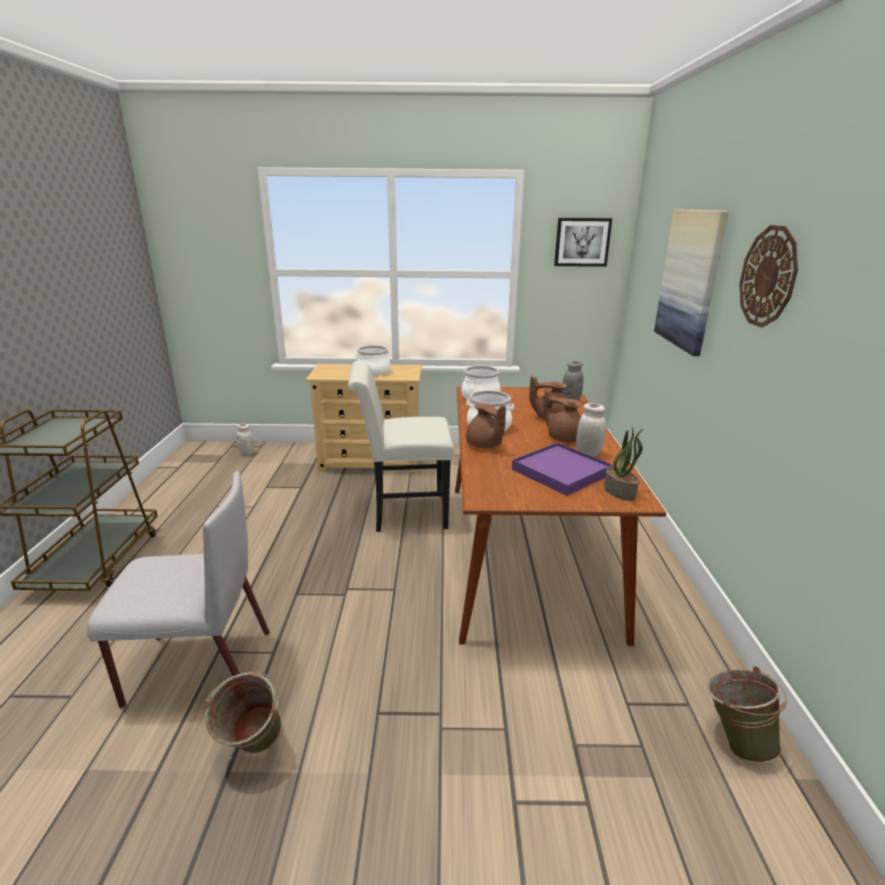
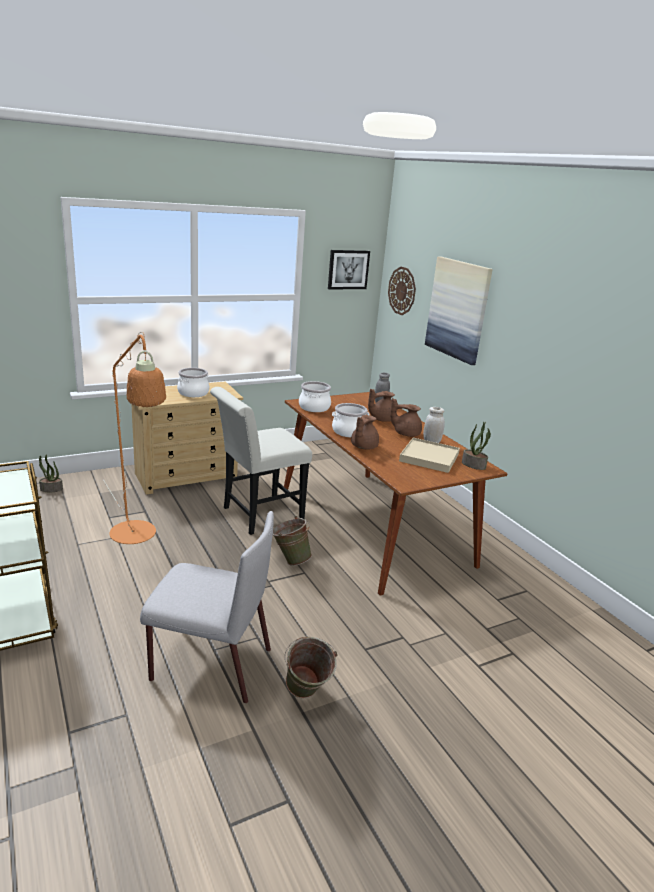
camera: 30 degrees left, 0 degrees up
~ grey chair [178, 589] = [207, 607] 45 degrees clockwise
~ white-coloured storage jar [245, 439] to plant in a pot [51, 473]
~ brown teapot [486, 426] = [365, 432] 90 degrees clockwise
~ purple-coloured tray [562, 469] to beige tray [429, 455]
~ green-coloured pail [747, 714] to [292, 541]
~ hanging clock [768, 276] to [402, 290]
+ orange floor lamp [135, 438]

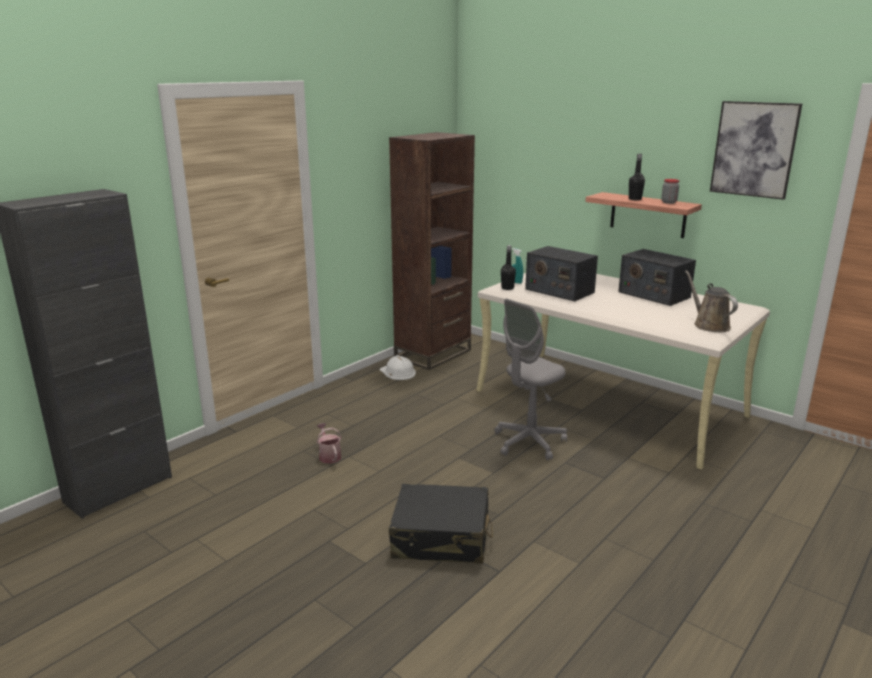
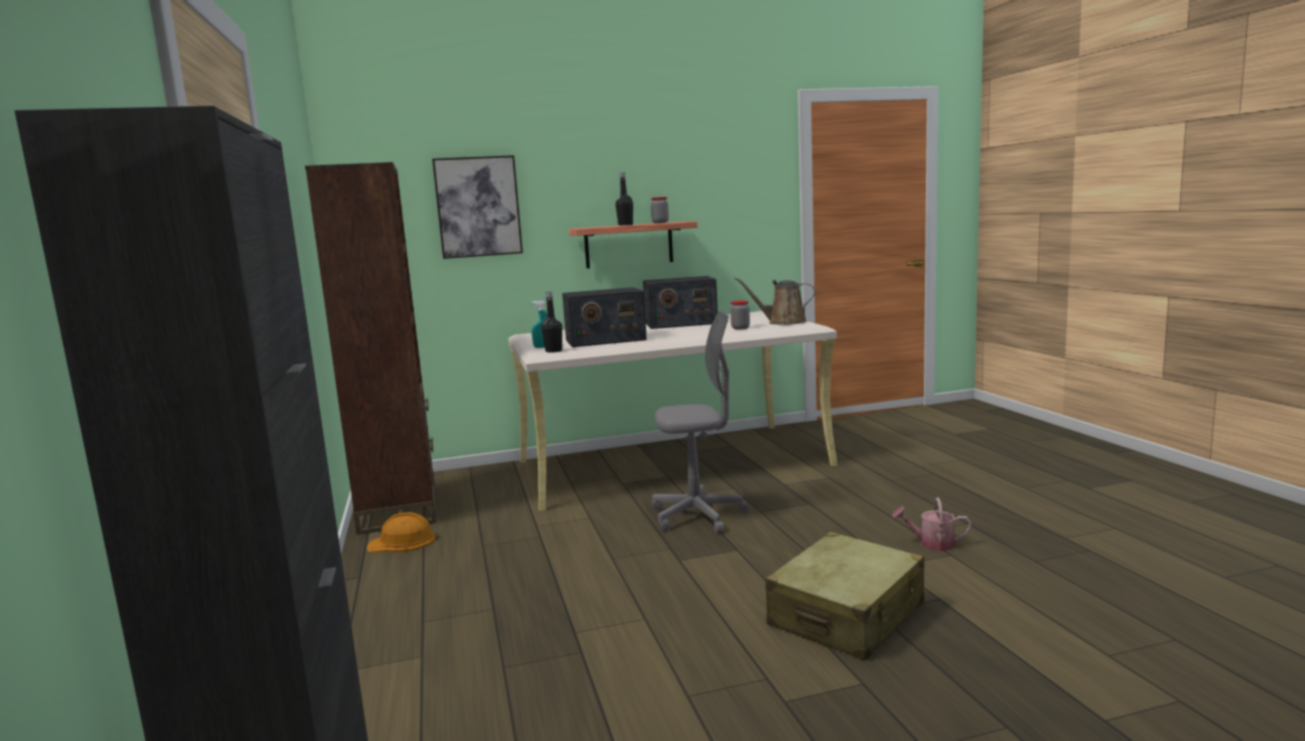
camera: 55 degrees left, 10 degrees down
~ watering pot [329, 443] to [932, 524]
~ white-coloured safety helmet [398, 367] to orange safety helmet [401, 532]
~ black-coloured suitcase [441, 524] to beige suitcase [844, 596]
~ grey desk chair [530, 379] = [700, 422] 90 degrees counterclockwise
~ picture [756, 150] to [477, 207]
+ storage jar [740, 315]

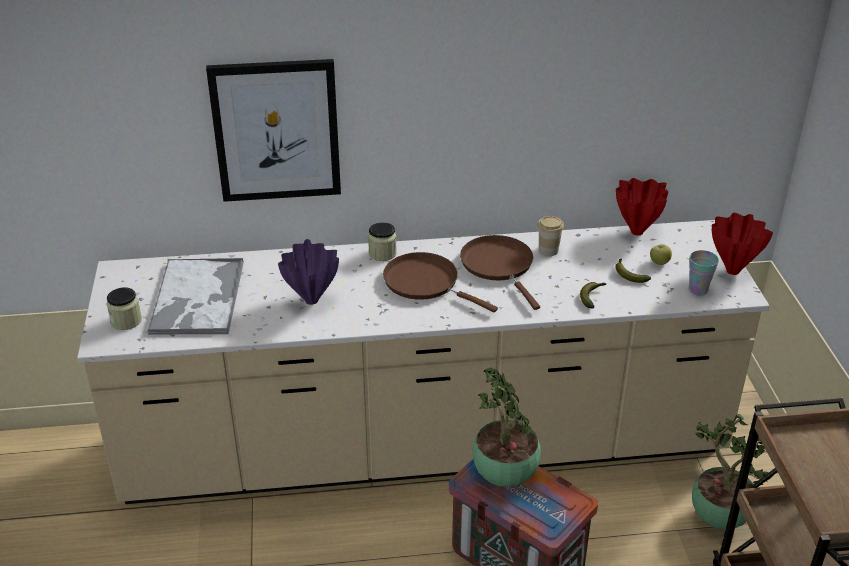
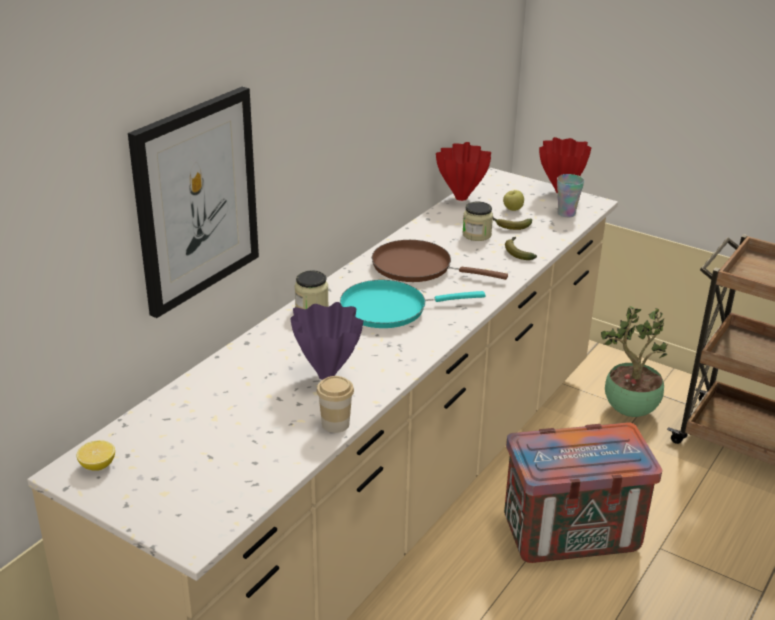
camera: 50 degrees left, 5 degrees down
~ storage jar [124, 308] to [477, 221]
- tray [195, 296]
~ brown frying pan [440, 282] to turquoise frying pan [412, 304]
- plant in a pot [506, 427]
~ cup [550, 236] to [335, 404]
+ whole lemon [96, 455]

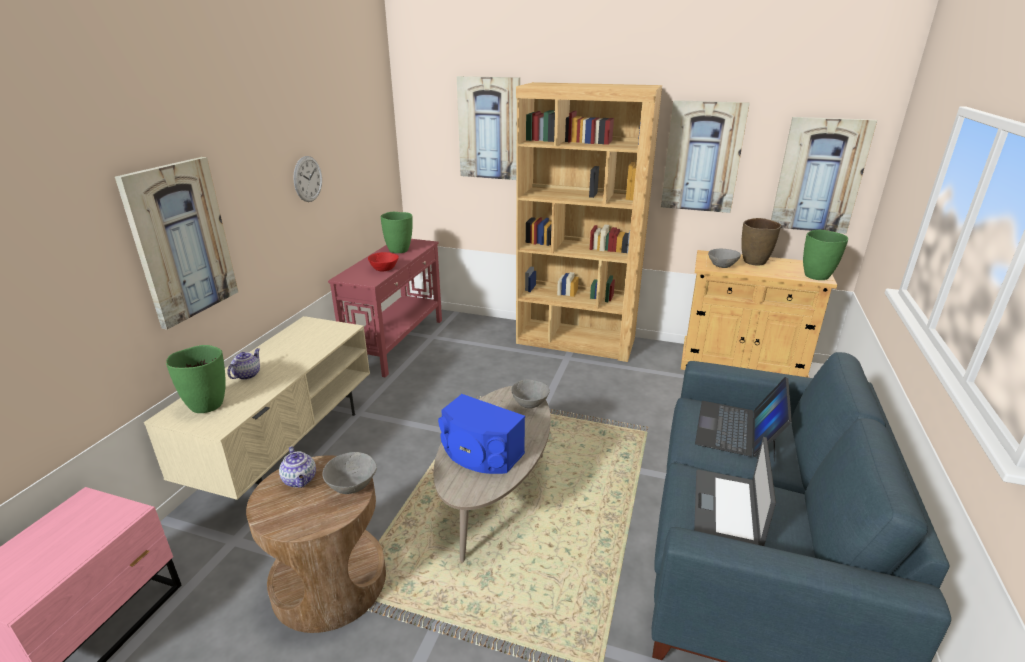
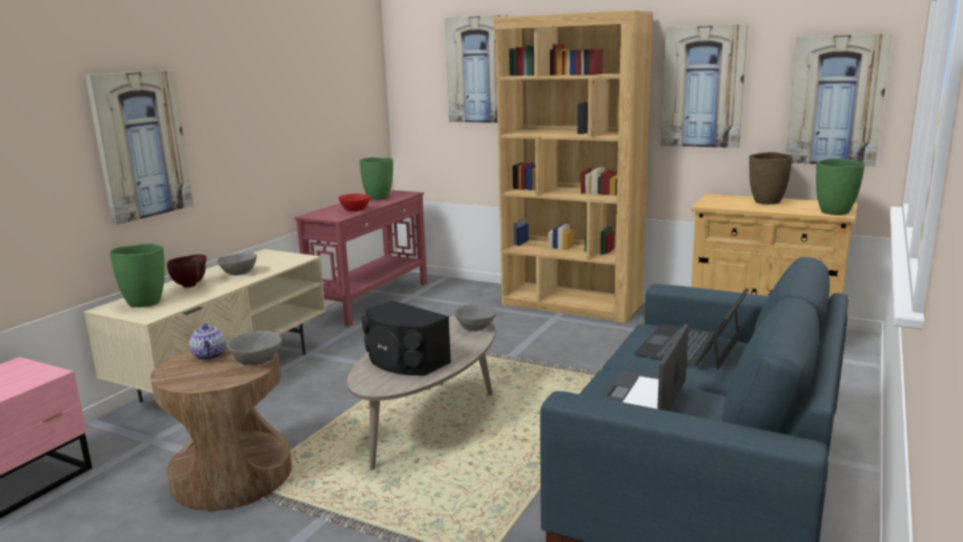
camera: 10 degrees right, 10 degrees down
~ teapot [243, 364] to brown bowl [187, 271]
- hanging clock [307, 179]
~ blue-coloured audio speaker [481, 434] to black-coloured audio speaker [406, 338]
~ grey bowl [724, 258] to [237, 264]

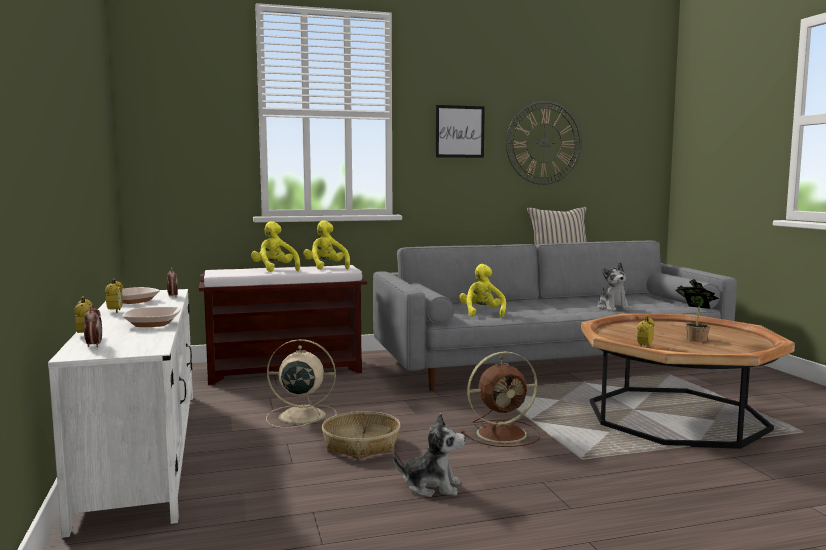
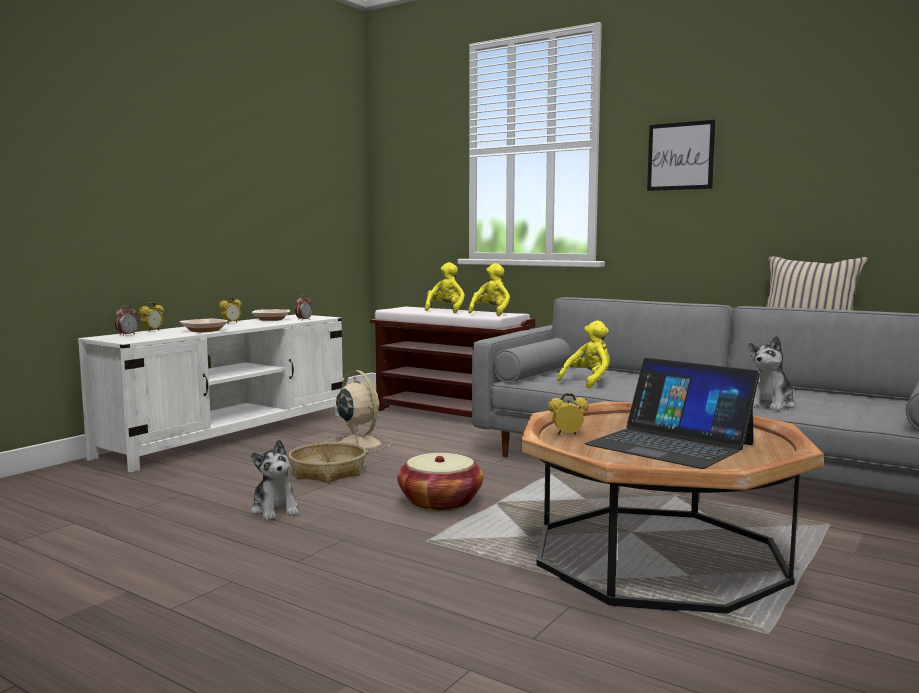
camera: 50 degrees right, 0 degrees up
~ brown cooling fan [500, 399] to basket [440, 482]
- hanging clock [543, 143]
~ plant in a pot [697, 310] to notebook computer [672, 413]

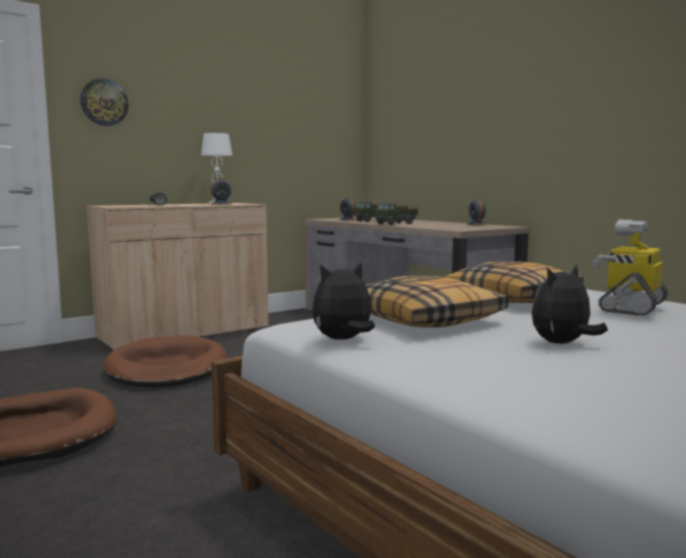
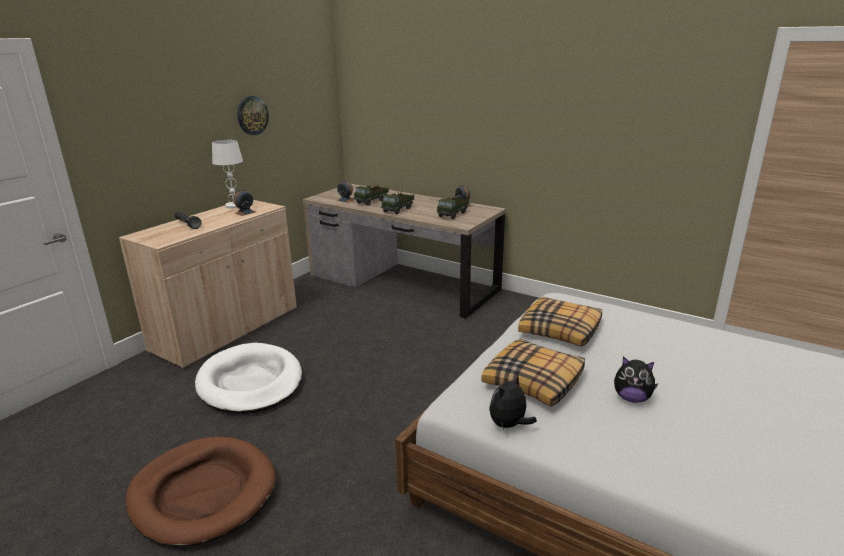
camera: 20 degrees left, 15 degrees up
~ hanging clock [104, 102] to [253, 115]
~ brown dog cushion [165, 361] to white-coloured dog cushion [248, 378]
~ plush toy [570, 304] = [636, 380] 105 degrees counterclockwise
- model robot [630, 267]
+ toy lorry [453, 207]

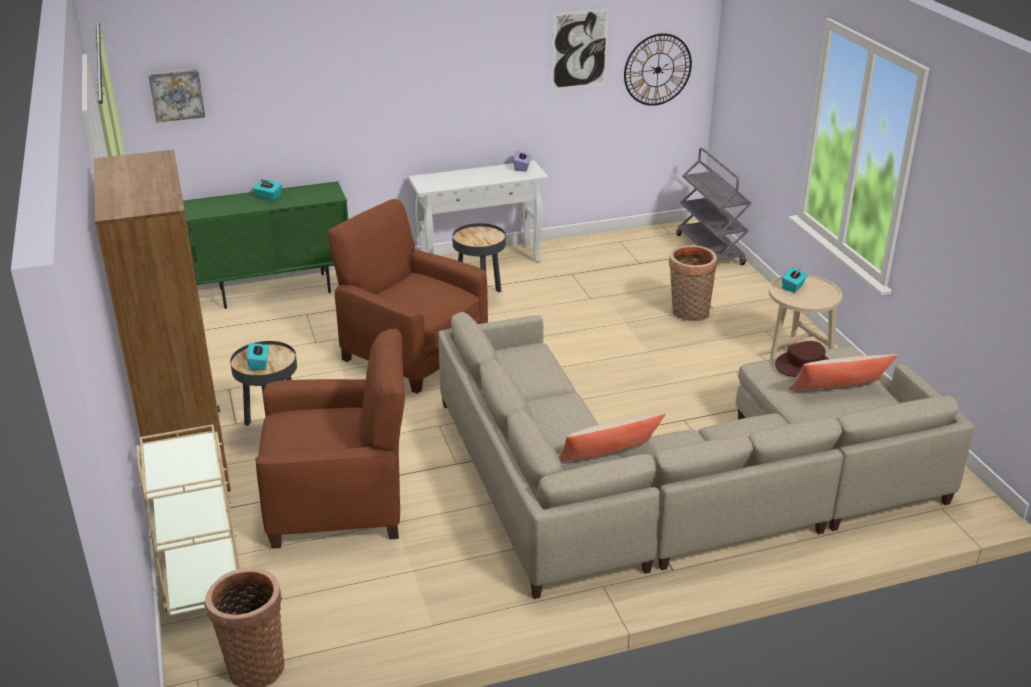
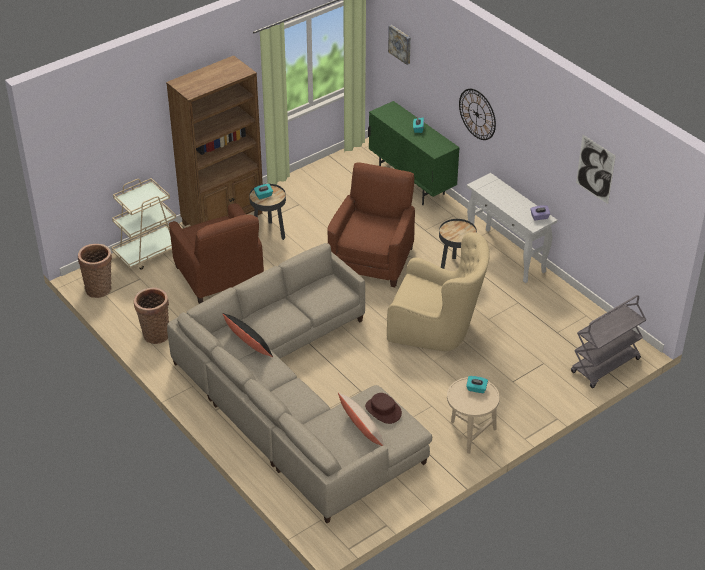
camera: 70 degrees right, 10 degrees up
~ beige cushion [612, 437] to black-coloured cushion [247, 335]
~ hanging clock [658, 69] to [477, 114]
~ basket [693, 283] to [151, 315]
+ beige lounge chair [438, 291]

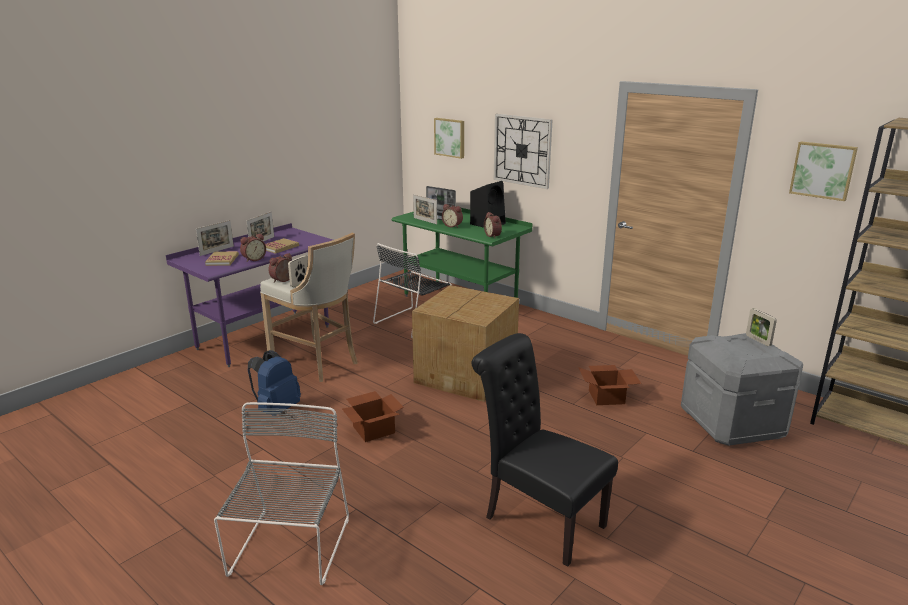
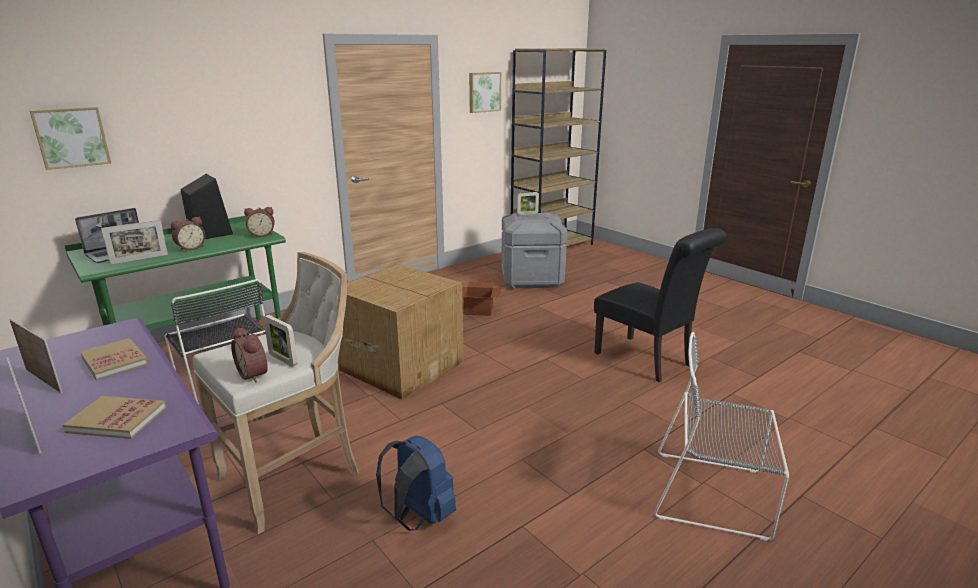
camera: 80 degrees left, 0 degrees up
- table clock [253, 248]
- packing box [373, 416]
~ black-coloured chair [545, 450] = [660, 305] 90 degrees counterclockwise
- hanging clock [523, 151]

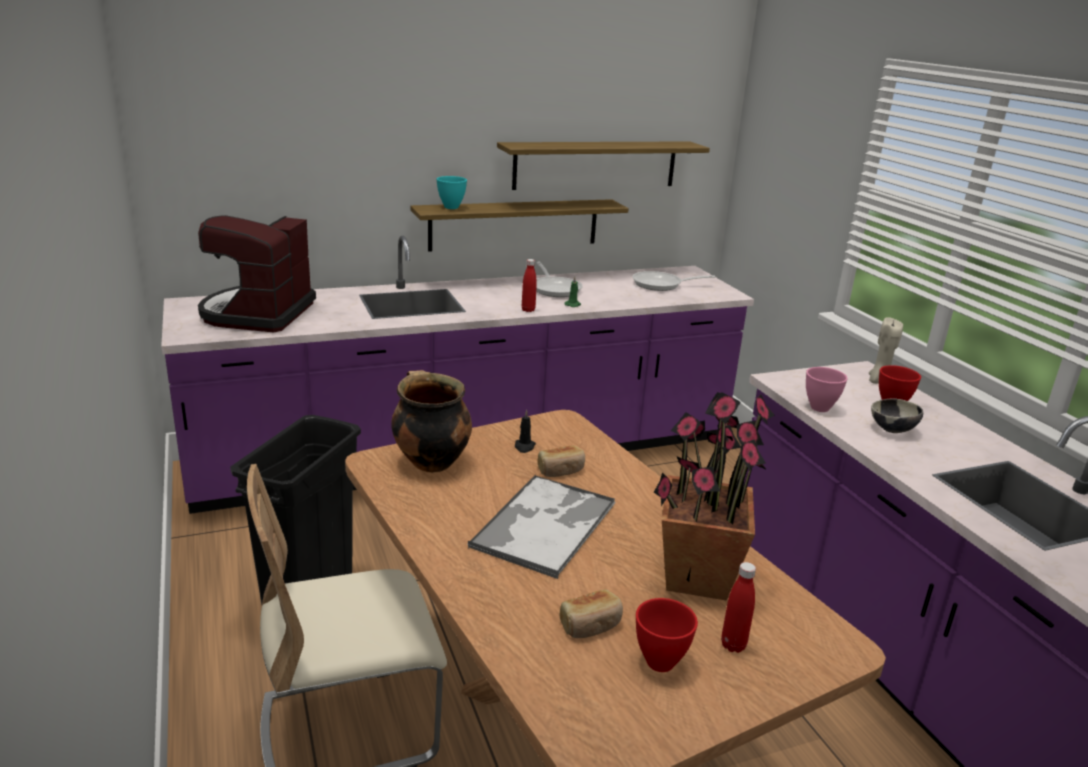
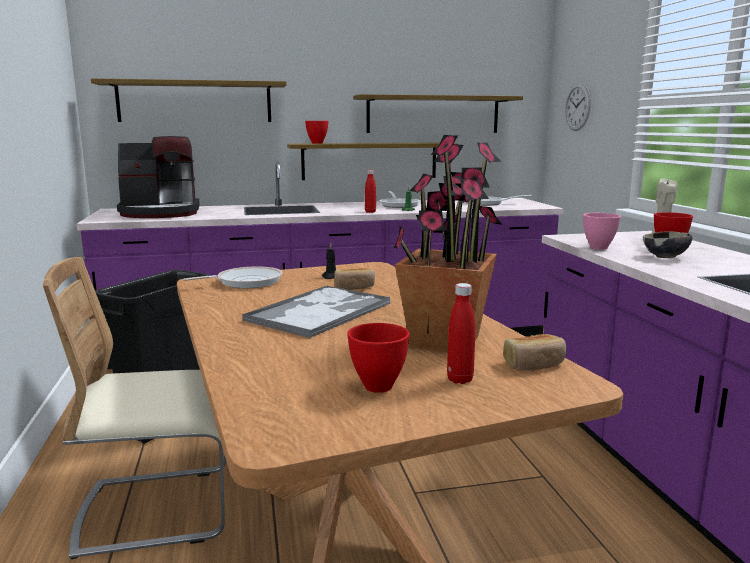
camera: 10 degrees right, 10 degrees down
~ coffee maker [257, 273] = [158, 177] 120 degrees counterclockwise
~ stockpot [431, 421] to frying pan [233, 277]
~ turquoise bowl [452, 192] to red-coloured bowl [316, 132]
~ baked bread [591, 613] to [534, 352]
+ bracket shelf [188, 100]
+ hanging clock [578, 107]

